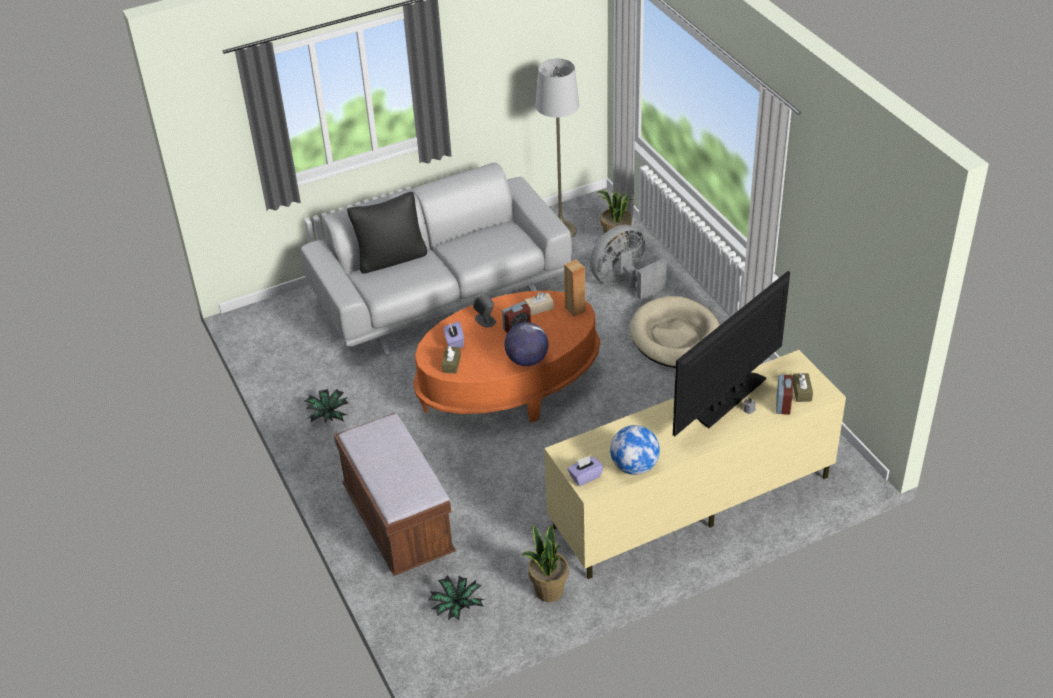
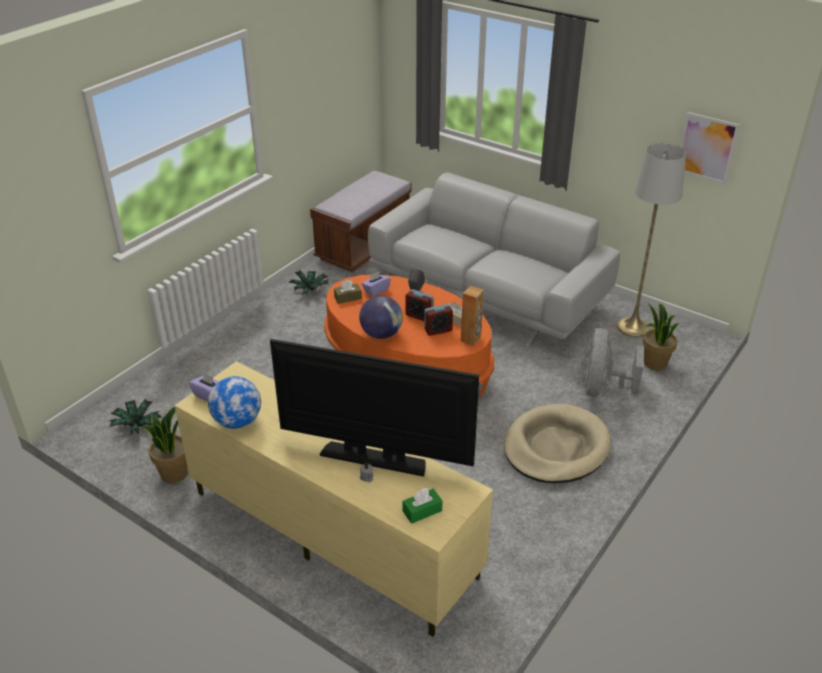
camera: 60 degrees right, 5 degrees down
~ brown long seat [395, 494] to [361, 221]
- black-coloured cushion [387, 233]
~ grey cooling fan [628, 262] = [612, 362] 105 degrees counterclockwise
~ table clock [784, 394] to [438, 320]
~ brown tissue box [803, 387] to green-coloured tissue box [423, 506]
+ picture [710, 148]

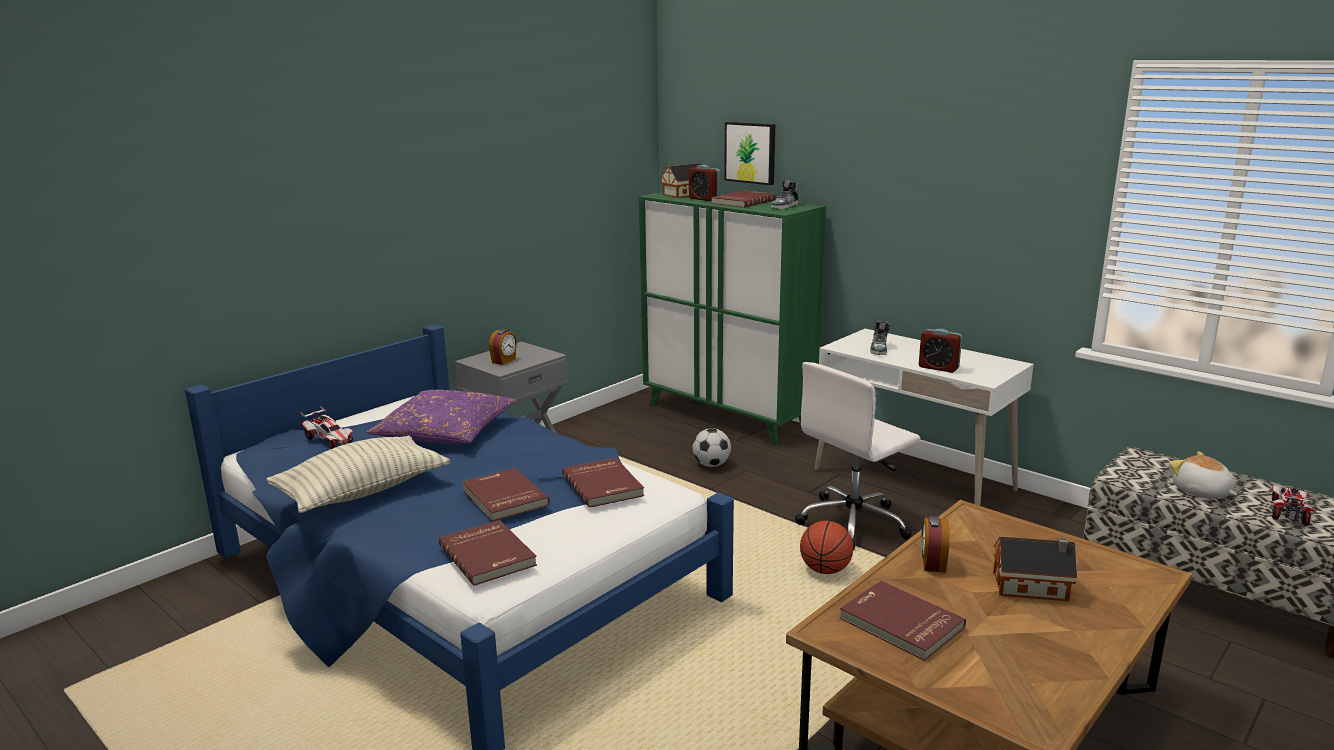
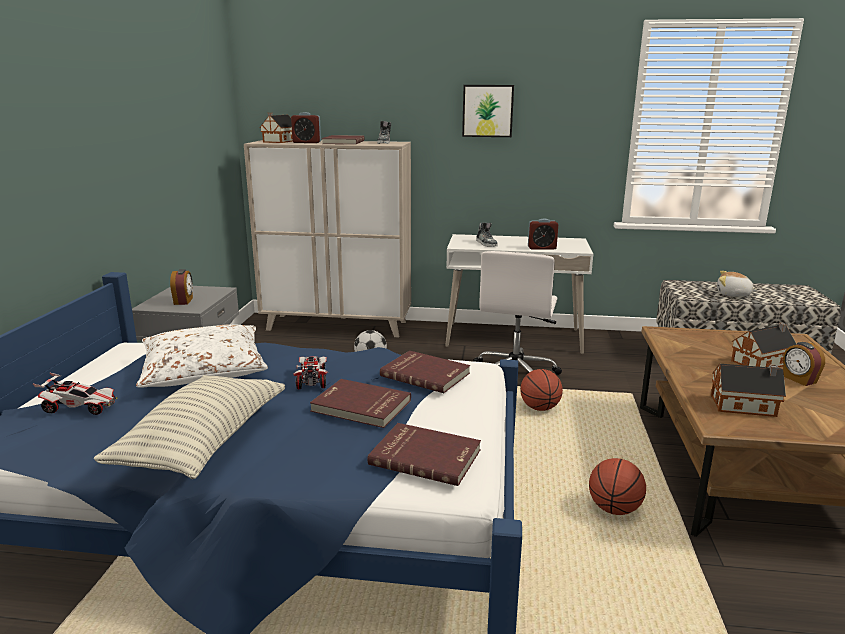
camera: 35 degrees left, 0 degrees up
~ purple-coloured cushion [441, 417] to white-coloured cushion [202, 356]
~ green-coloured storage cabinet [732, 318] to beige storage cabinet [327, 238]
~ picture [749, 153] to [488, 111]
~ red-coloured volume [902, 621] to miniature house [748, 390]
~ table clock [935, 544] to [804, 364]
~ model car [1293, 505] to [311, 372]
+ basketball [617, 486]

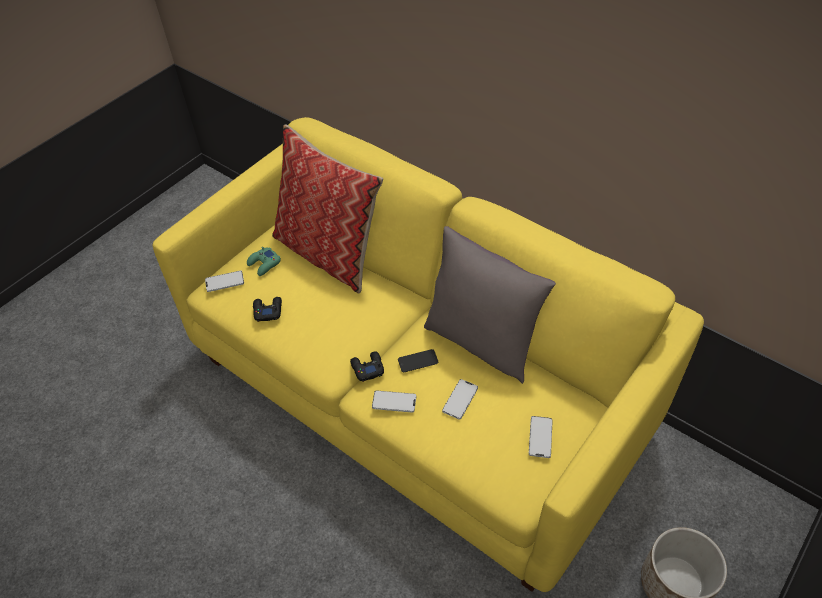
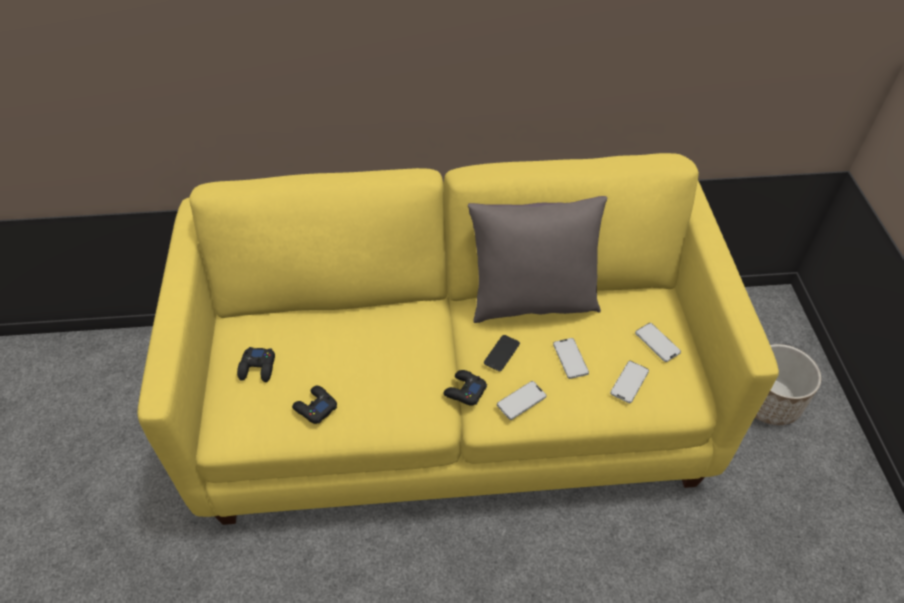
camera: 45 degrees left, 0 degrees up
~ telephone [224, 281] to [629, 382]
~ green-coloured gamepad [264, 261] to black-coloured gamepad [256, 364]
- cushion [327, 209]

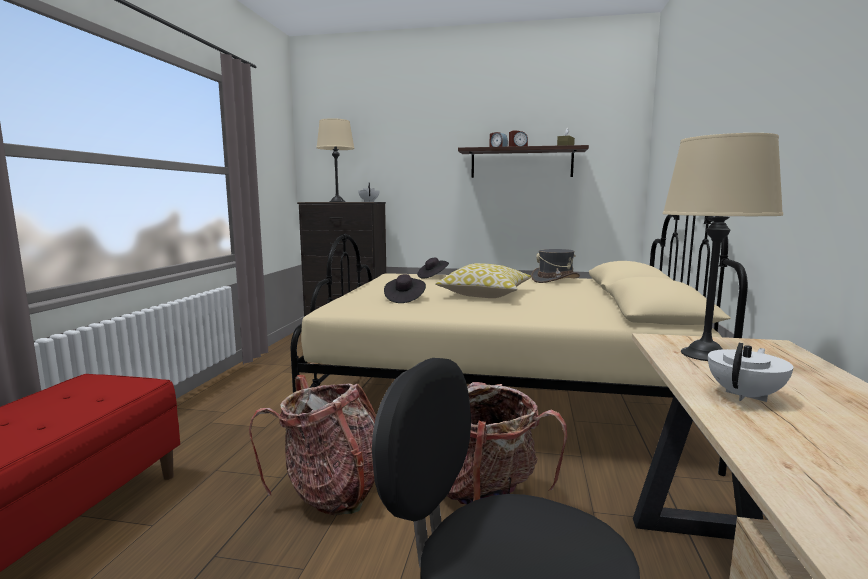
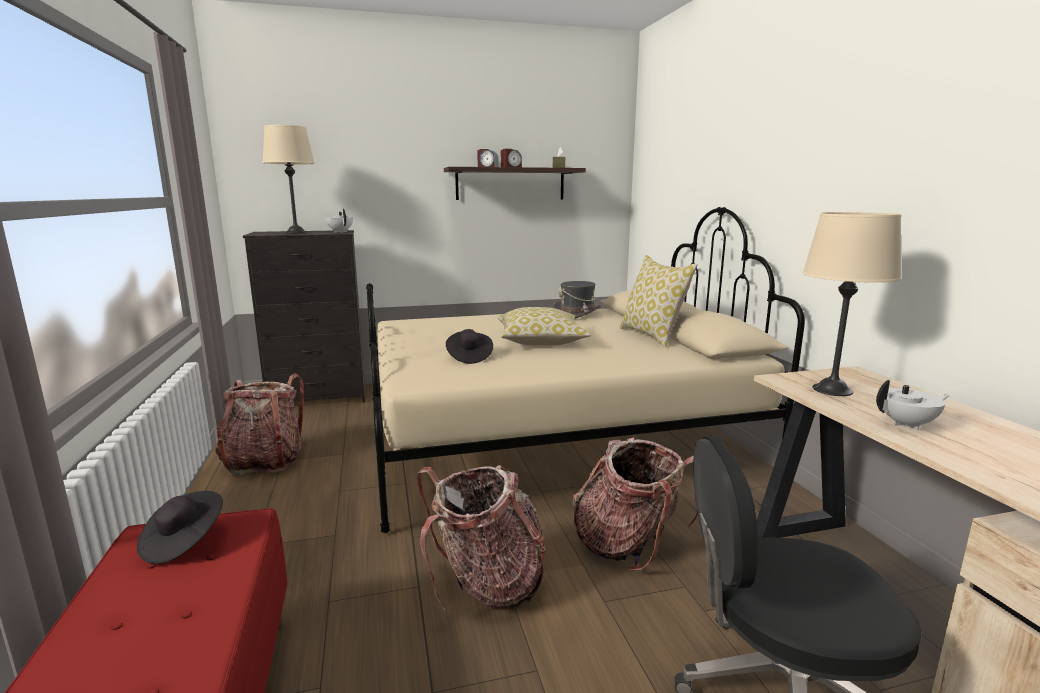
camera: 25 degrees left, 5 degrees up
~ black-coloured clothing hat [433, 268] to [180, 527]
~ white-coloured teapot [750, 372] = [912, 405] 60 degrees clockwise
+ knapsack [259, 424]
+ cushion [658, 301]

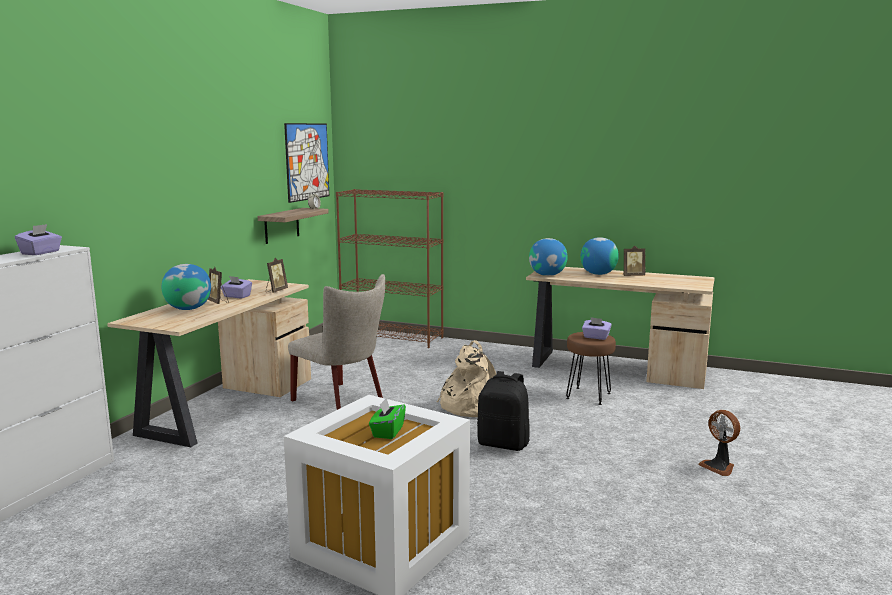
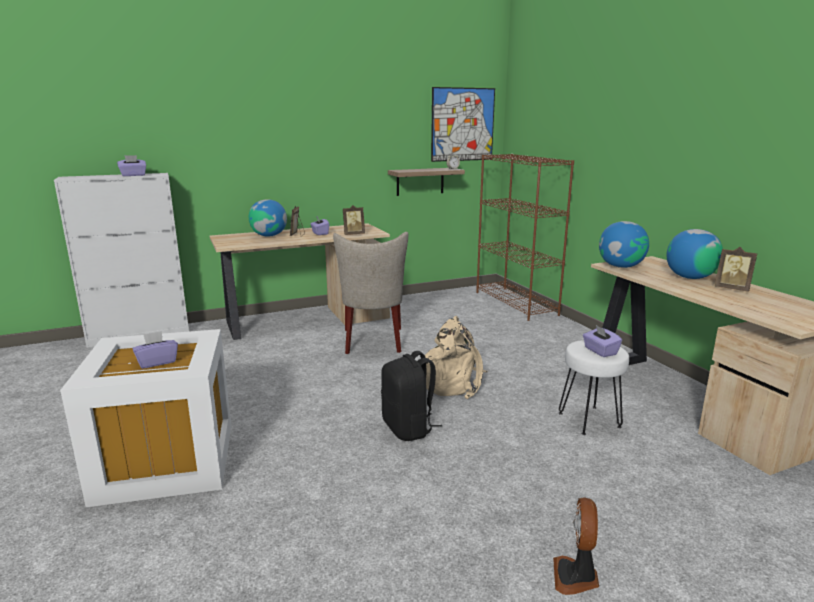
camera: 45 degrees right, 5 degrees up
~ green-coloured tissue box [387, 418] to purple-coloured tissue box [155, 350]
~ brown sitting stool [591, 368] to white-coloured sitting stool [594, 387]

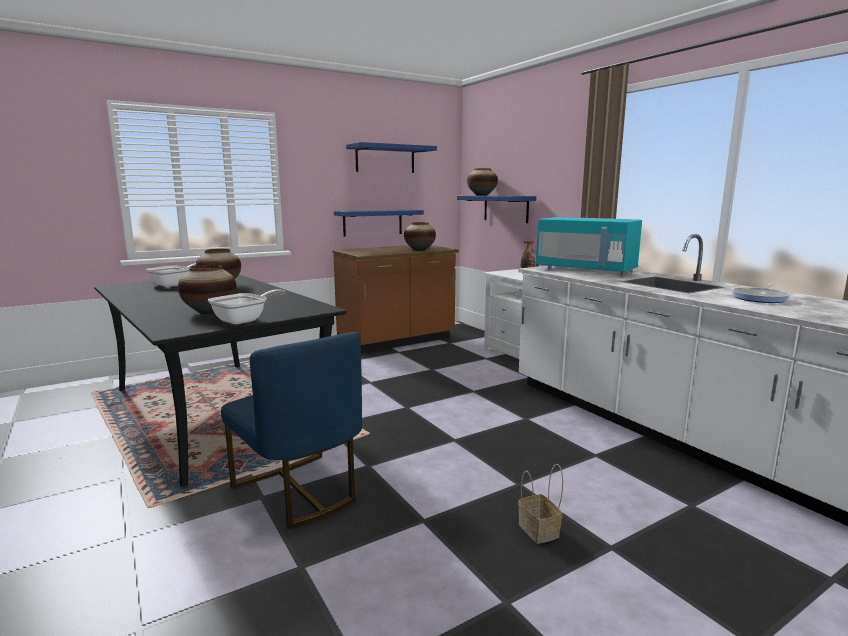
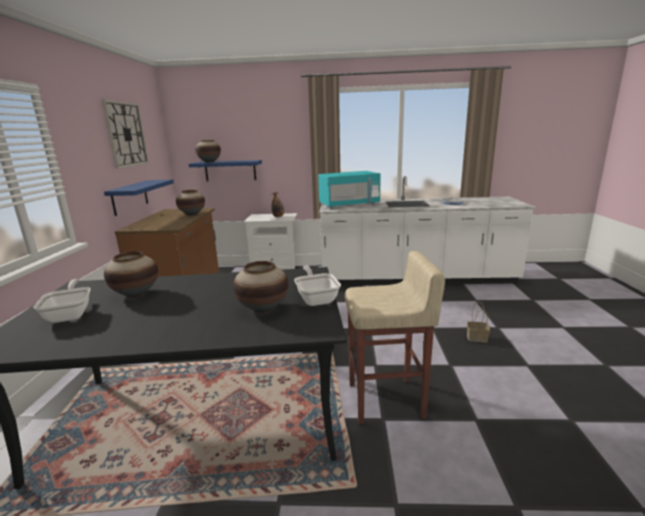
camera: 55 degrees left, 5 degrees up
~ blue-coloured chair [291, 430] to beige sitting stool [395, 337]
~ blue-coloured bracket shelf [391, 157] to hanging clock [125, 134]

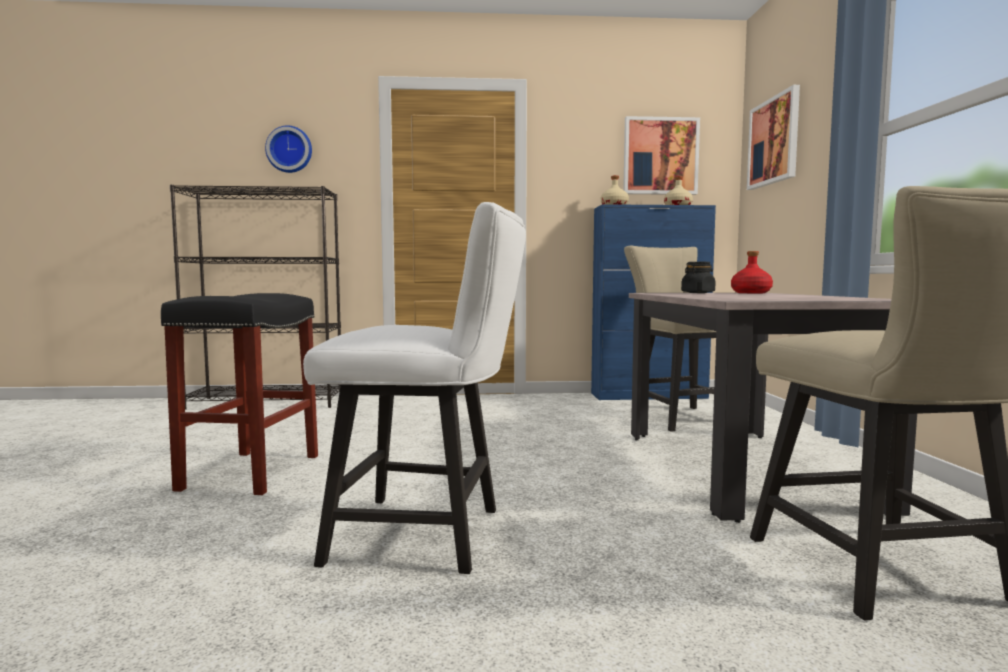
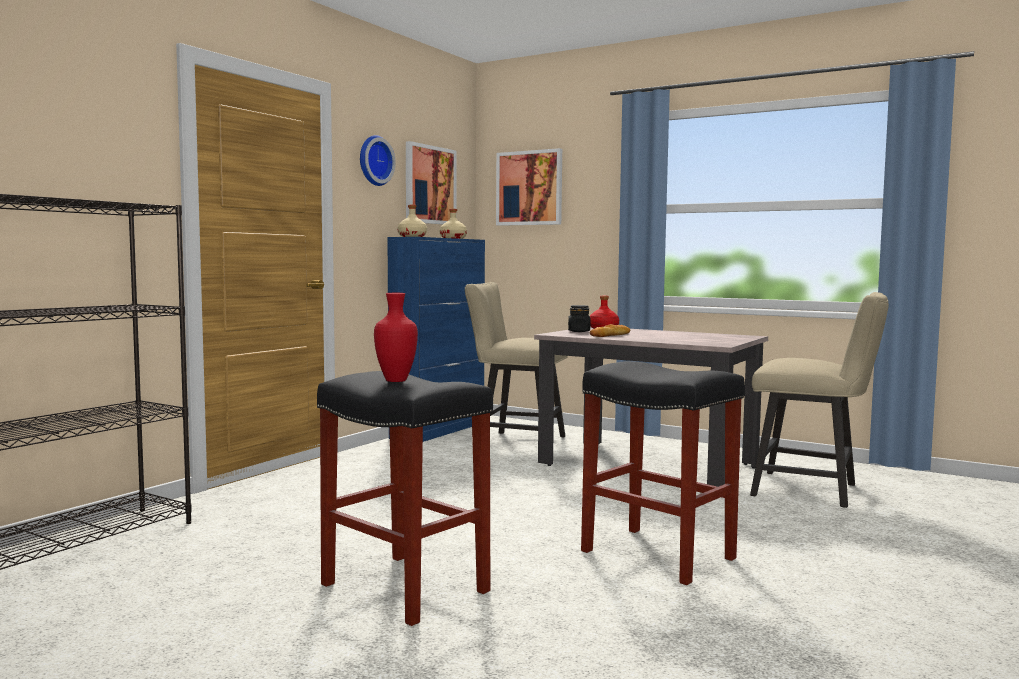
camera: 55 degrees left, 0 degrees up
~ hanging clock [288, 149] to [378, 160]
~ white-coloured chair [414, 388] to black-coloured sitting stool [663, 473]
+ red-coloured decorative vase [396, 337]
+ baked bread [610, 330]

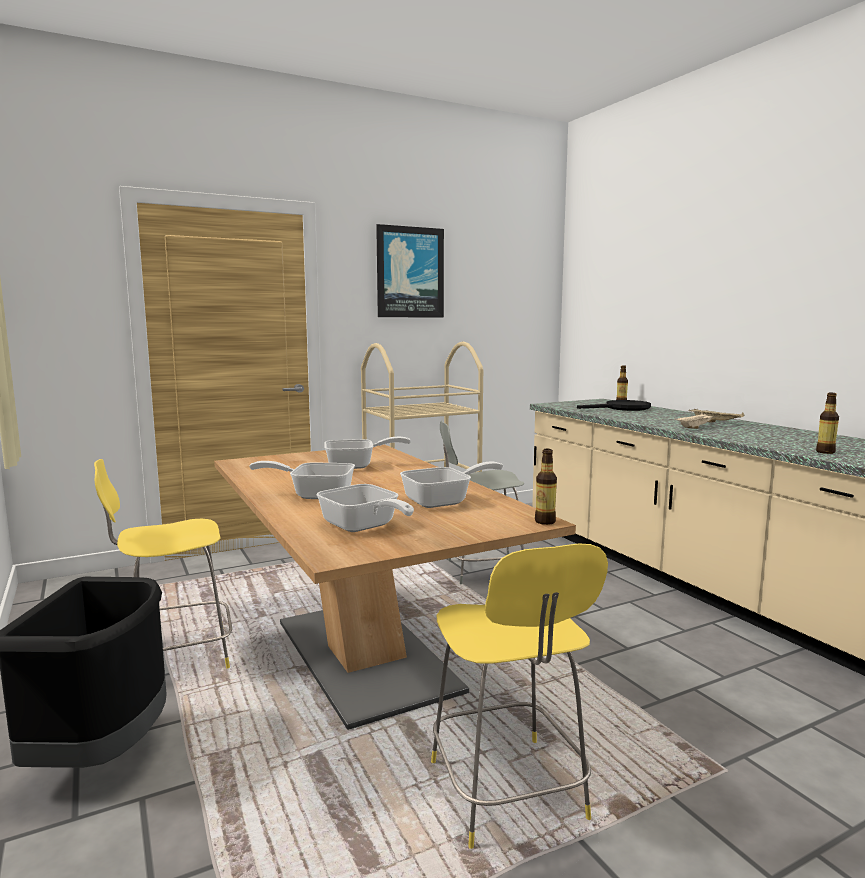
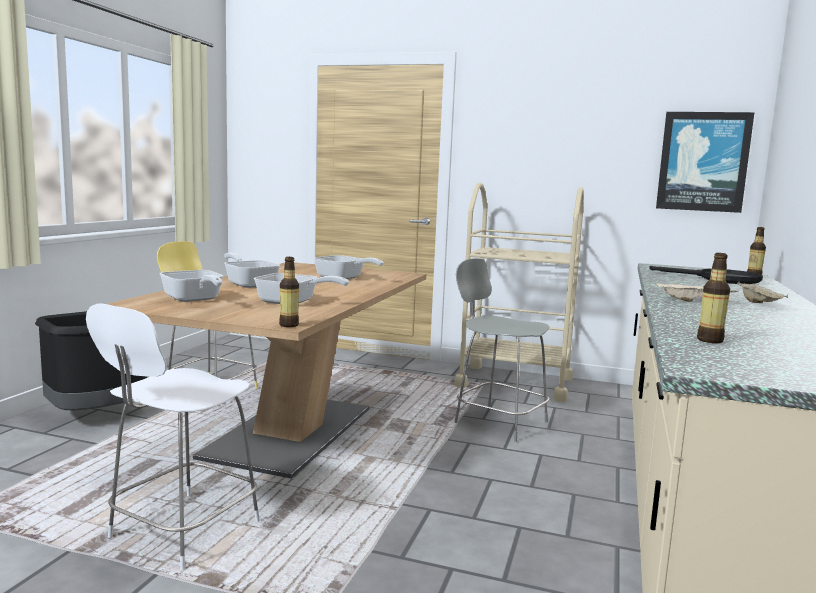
camera: 45 degrees right, 0 degrees up
~ frying pan [365, 508] = [191, 286] 45 degrees counterclockwise
~ picture [410, 270] to [705, 162]
~ yellow-coloured sitting stool [519, 696] to white-coloured sitting stool [173, 436]

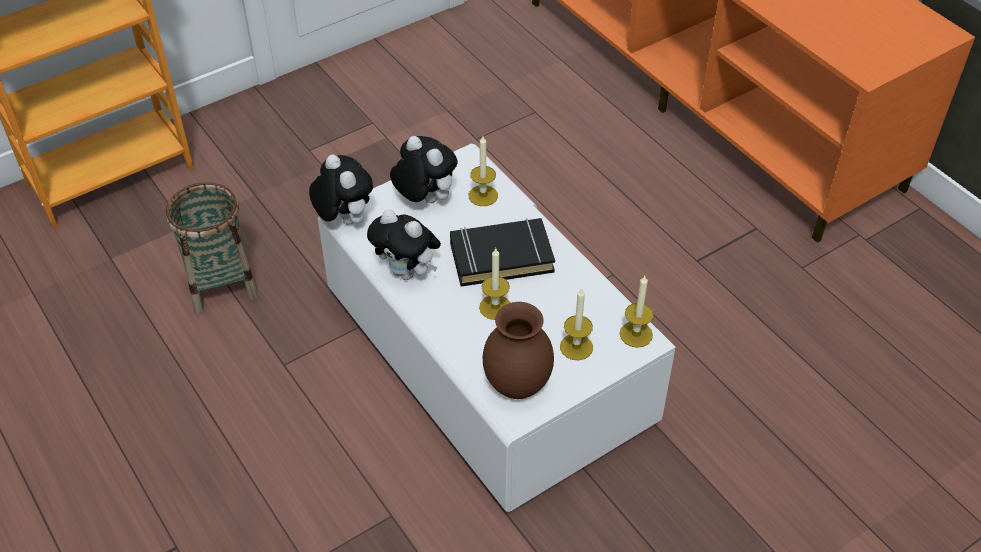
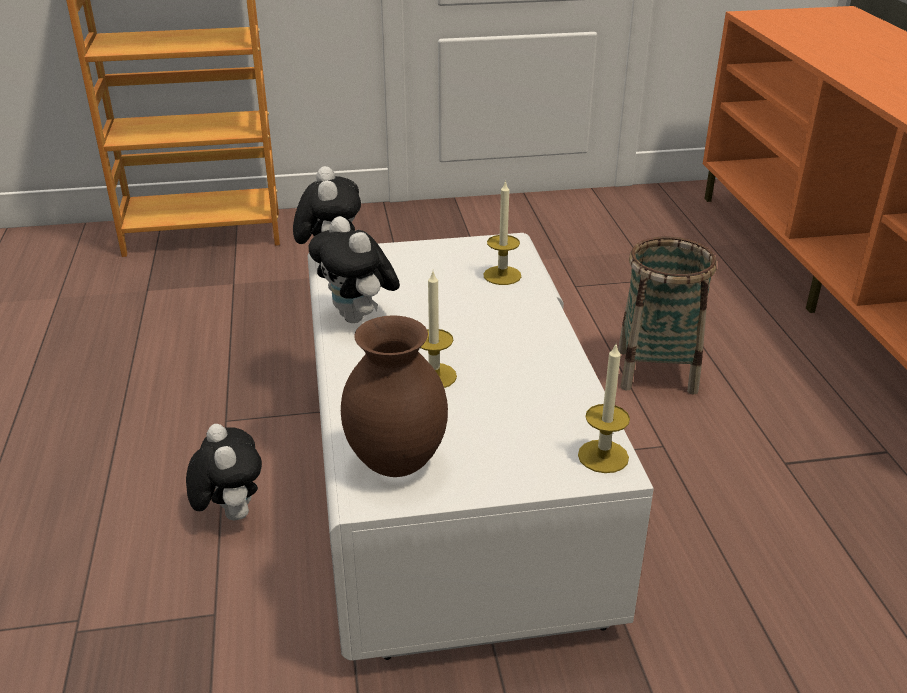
camera: 25 degrees right, 15 degrees down
~ basket [212, 248] to [667, 315]
~ plush toy [424, 169] to [224, 472]
- black-coloured volume [502, 252]
- candle [576, 324]

